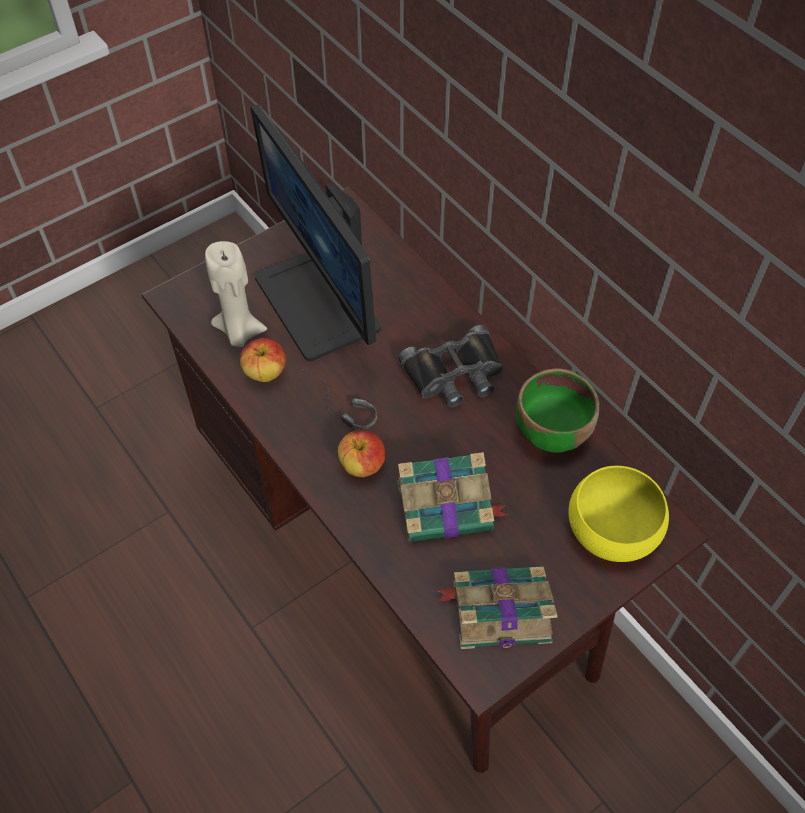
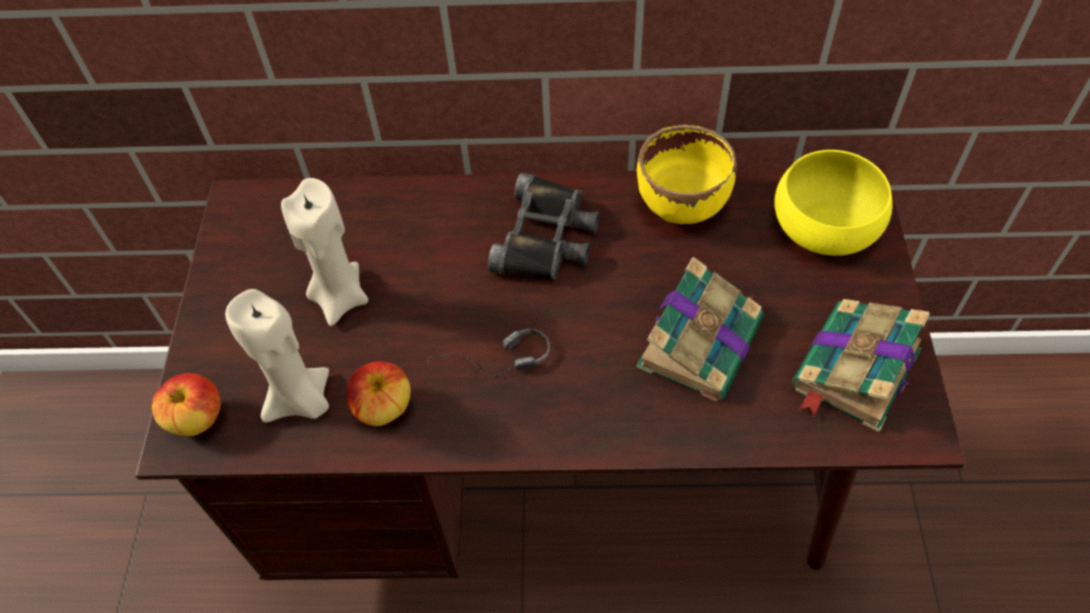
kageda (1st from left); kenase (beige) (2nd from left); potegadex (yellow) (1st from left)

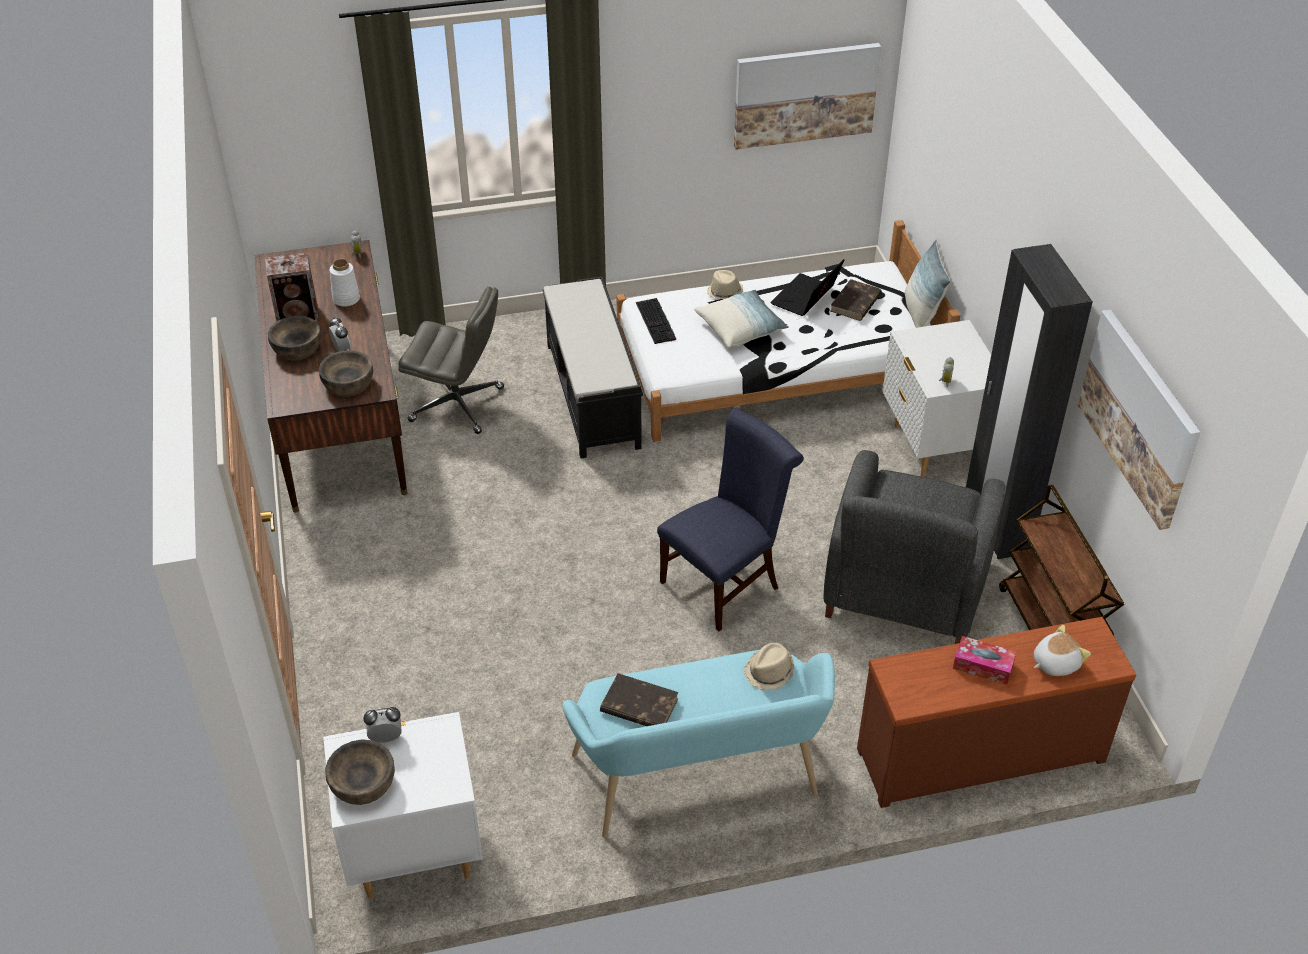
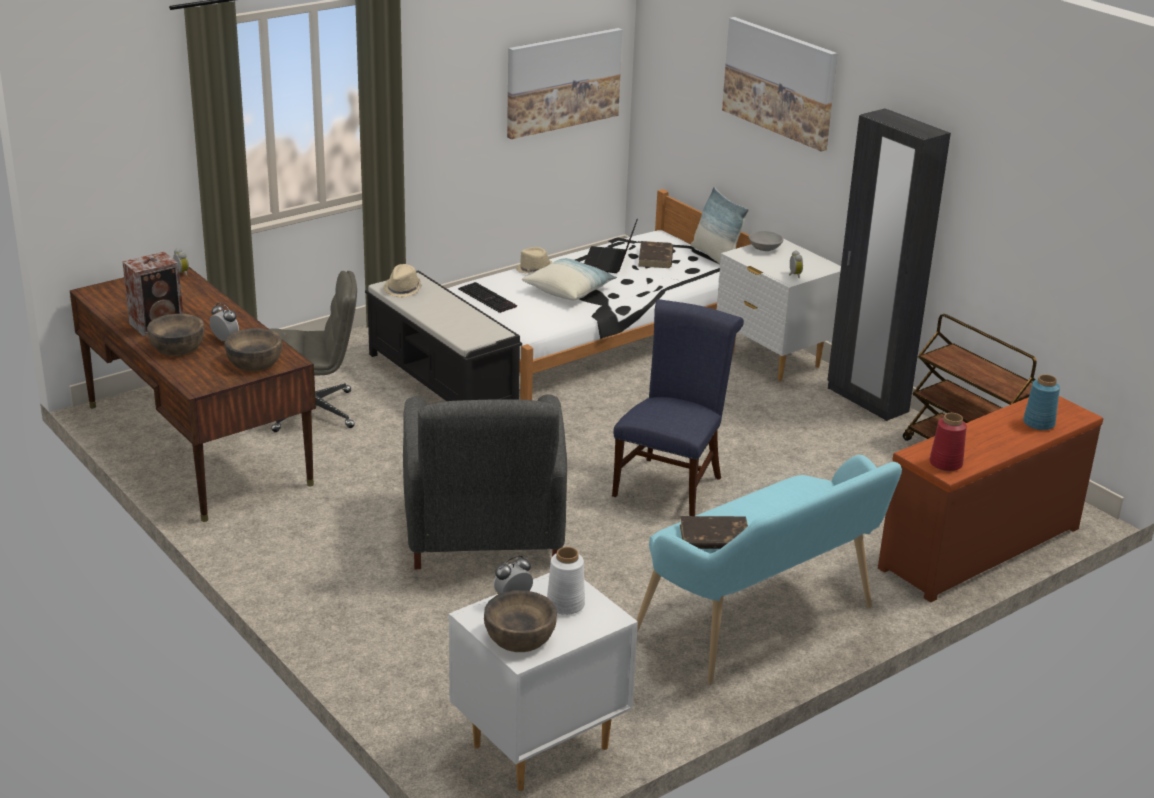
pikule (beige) (1st from left); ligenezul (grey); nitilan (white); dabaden (2nd from left); potegadex (grey); nitilan (red); nitilan (blue); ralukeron

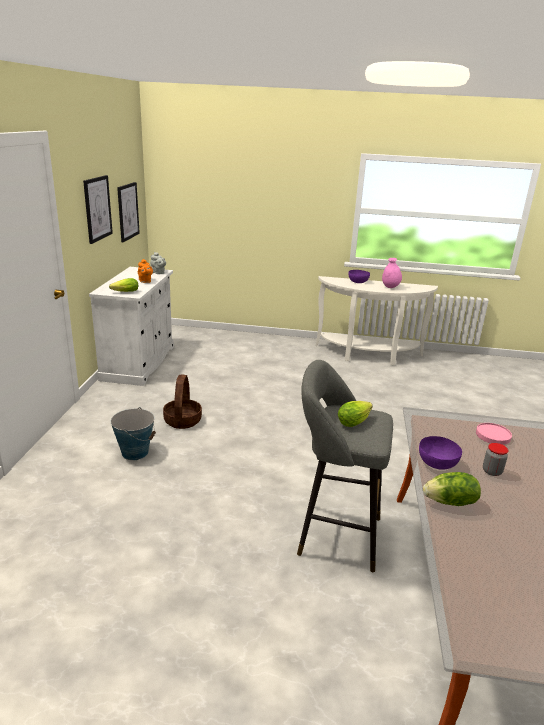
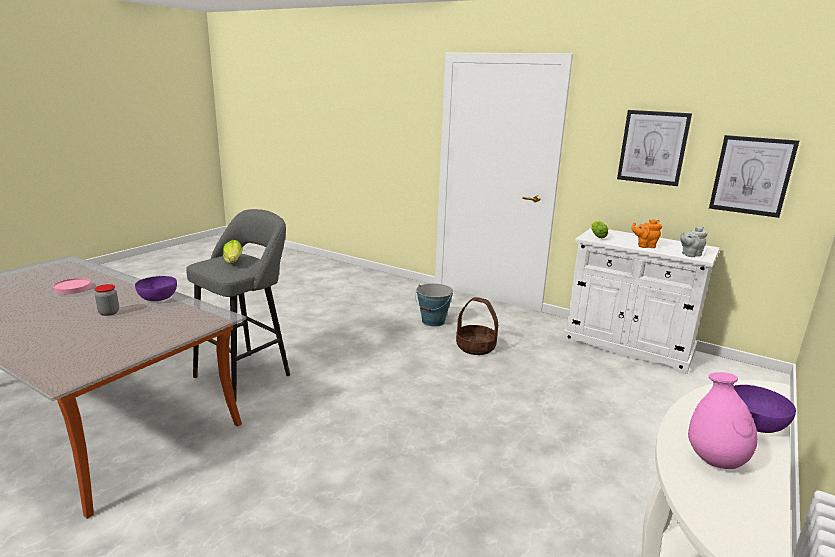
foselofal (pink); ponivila (3rd from left in the first image)

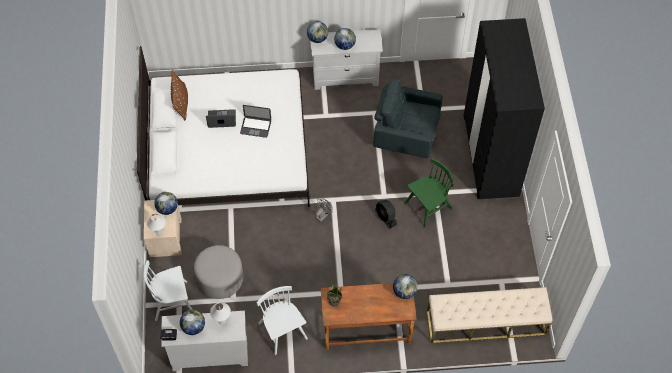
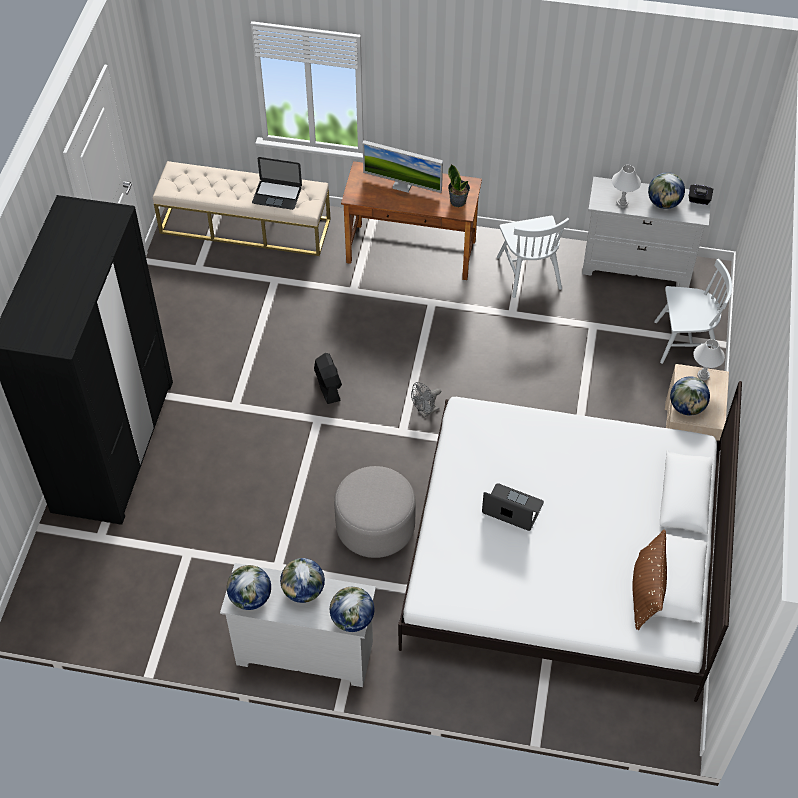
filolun (1st from left); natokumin (1st from left); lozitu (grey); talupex; ligenezul (grey); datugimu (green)

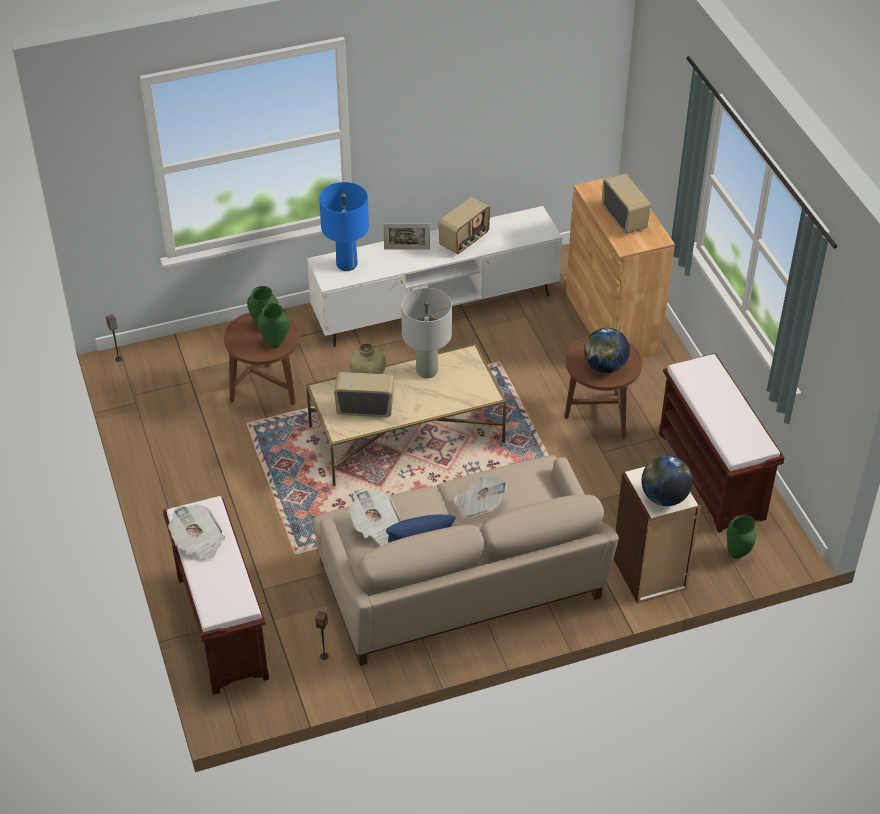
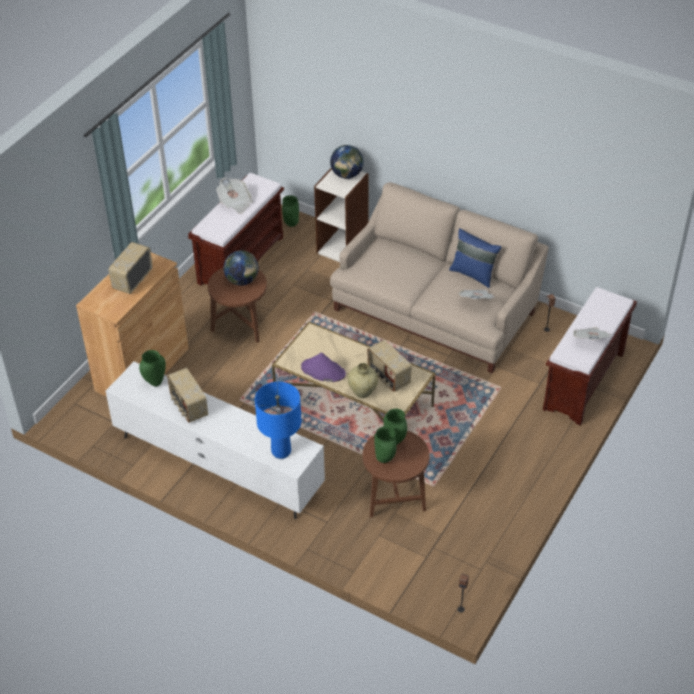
nitilan (green) (1st from left); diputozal (2nd from left); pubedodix (1st from left); pikule (purple); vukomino

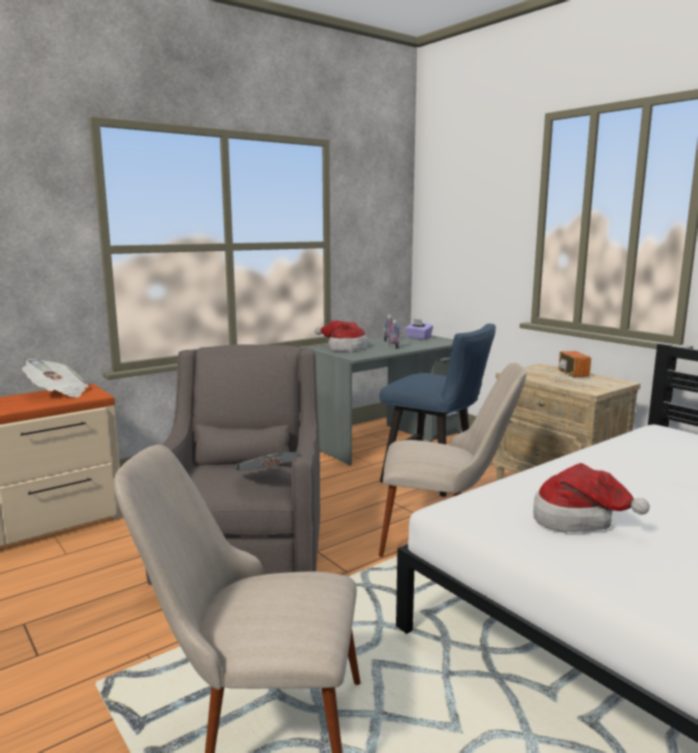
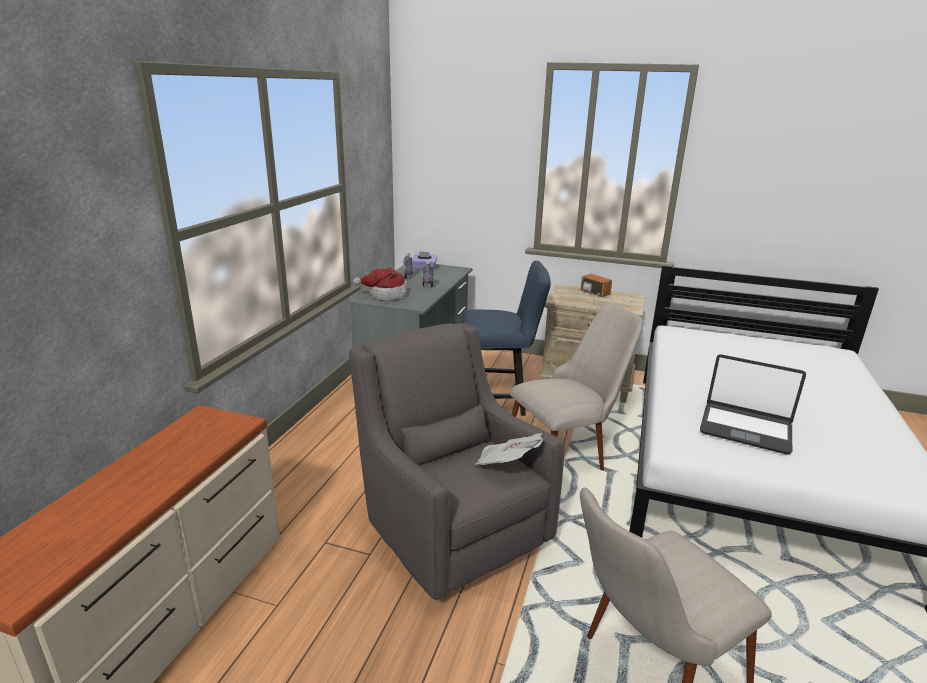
natokumin; pubedodix (1st from left in the first image)

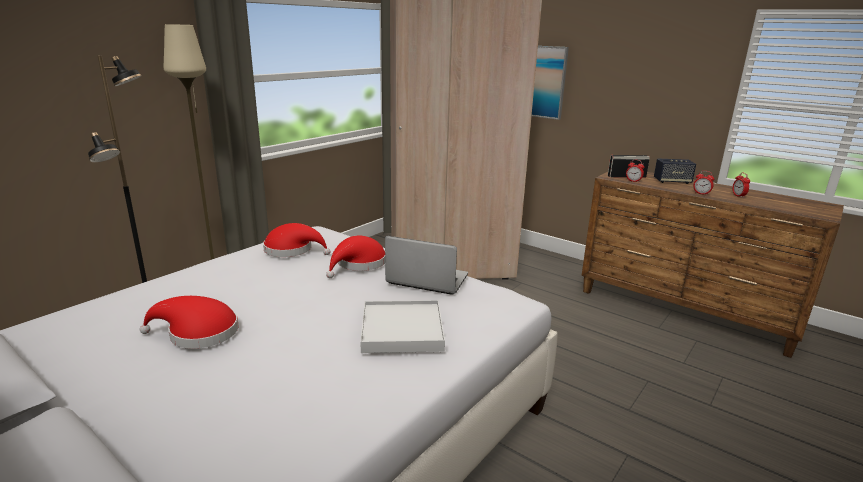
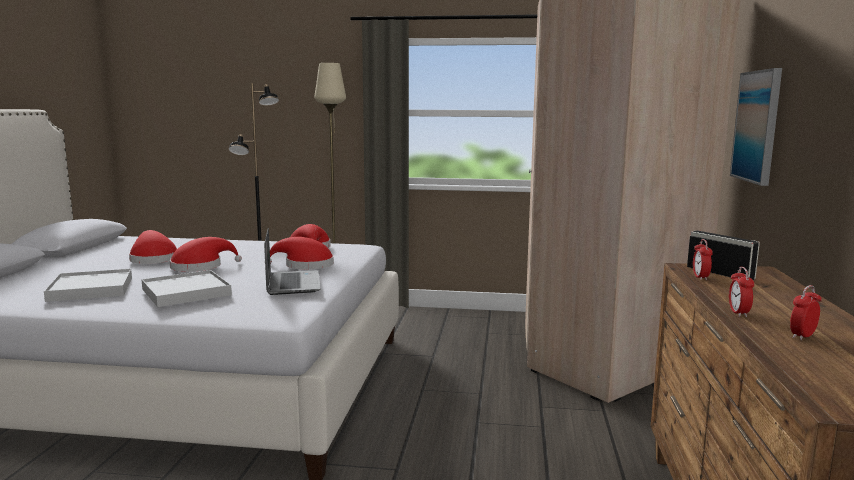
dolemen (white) (1st from left); pikule (red) (2nd from left); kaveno

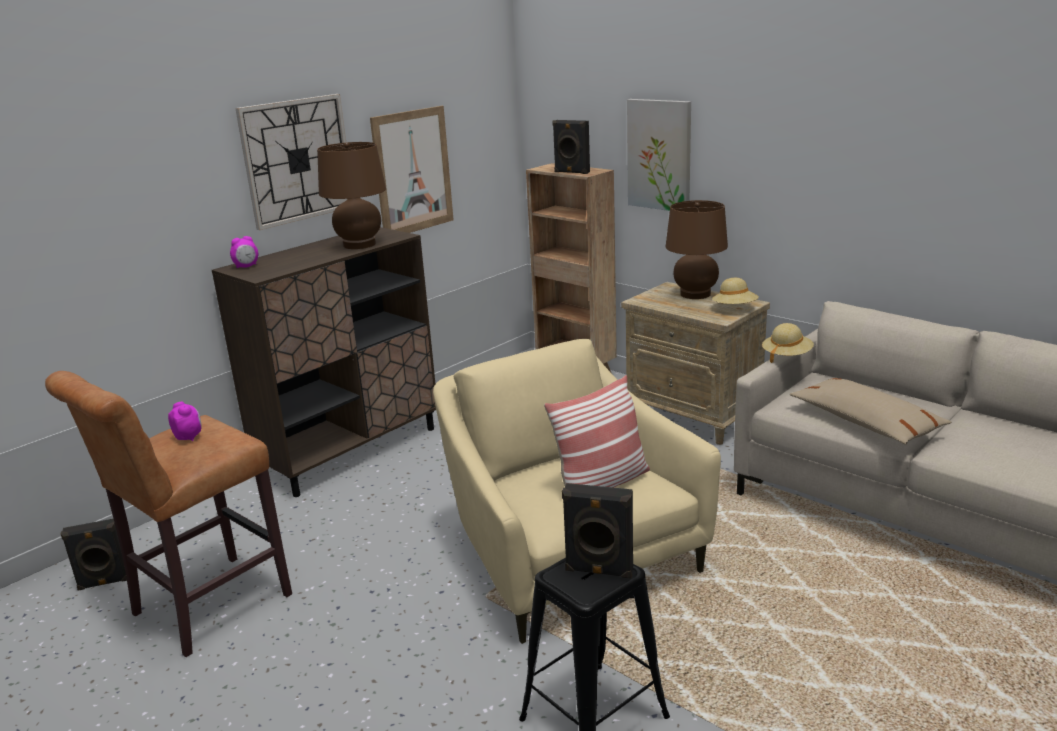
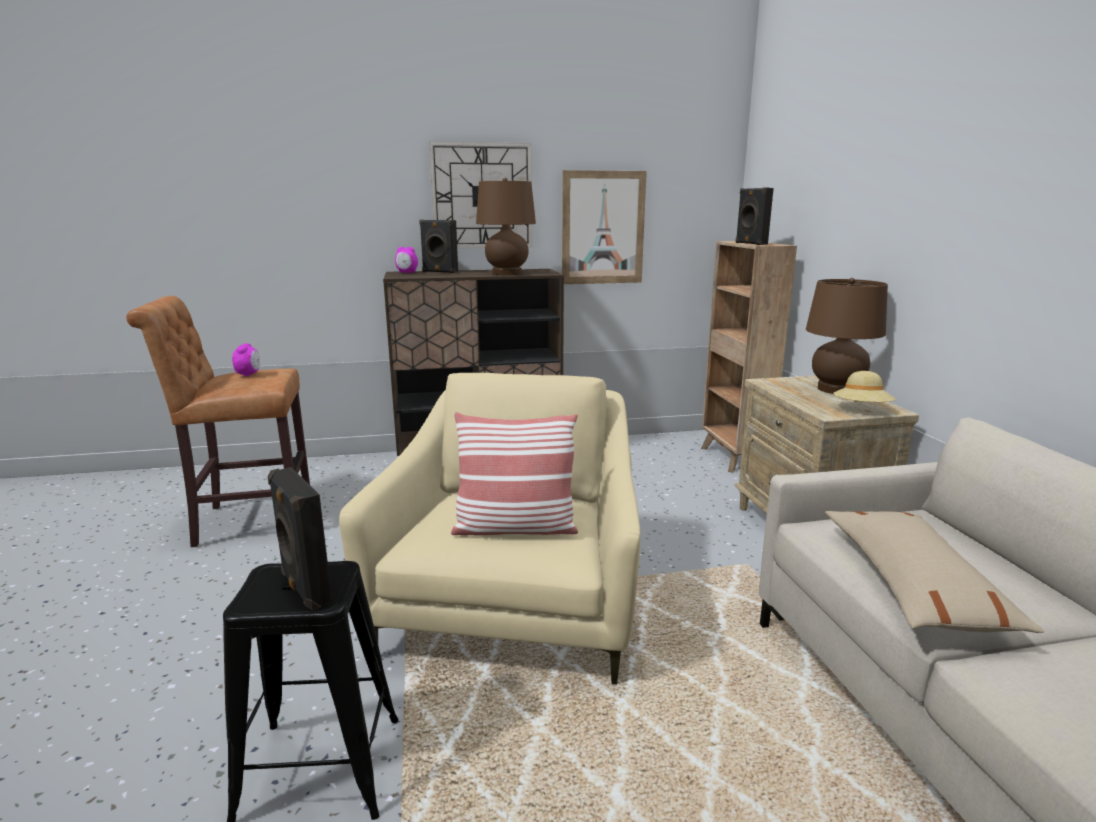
kaveno (black) (2nd from left); dabaden (2nd from left in the first image); pikule (beige) (2nd from left in the first image)

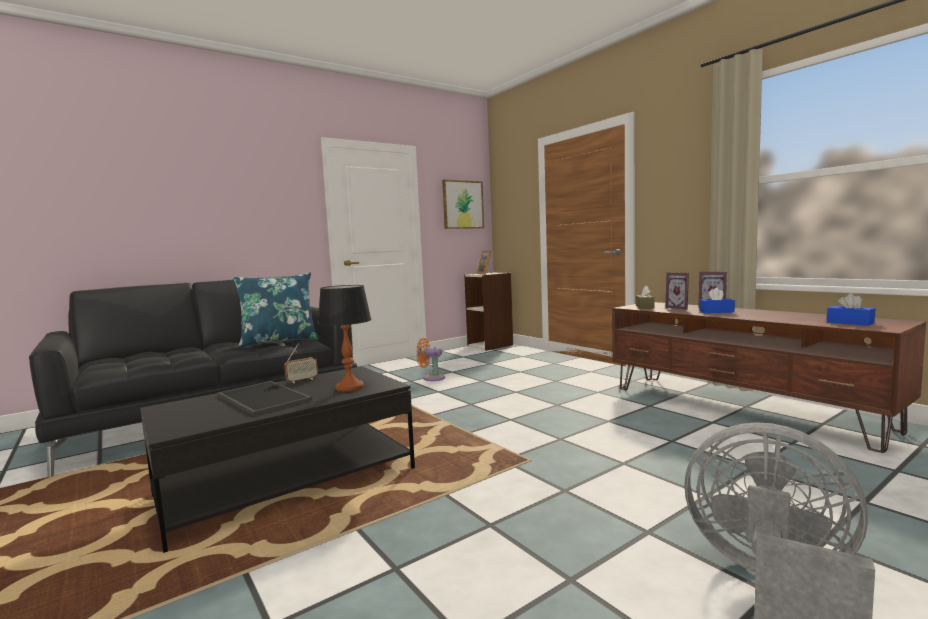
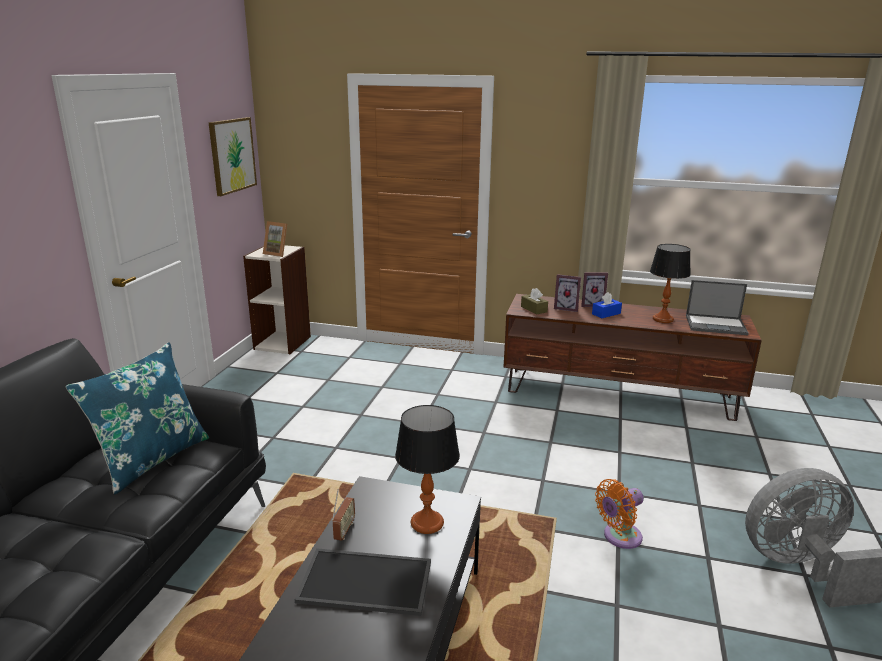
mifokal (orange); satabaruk (2nd from left); natokumin

